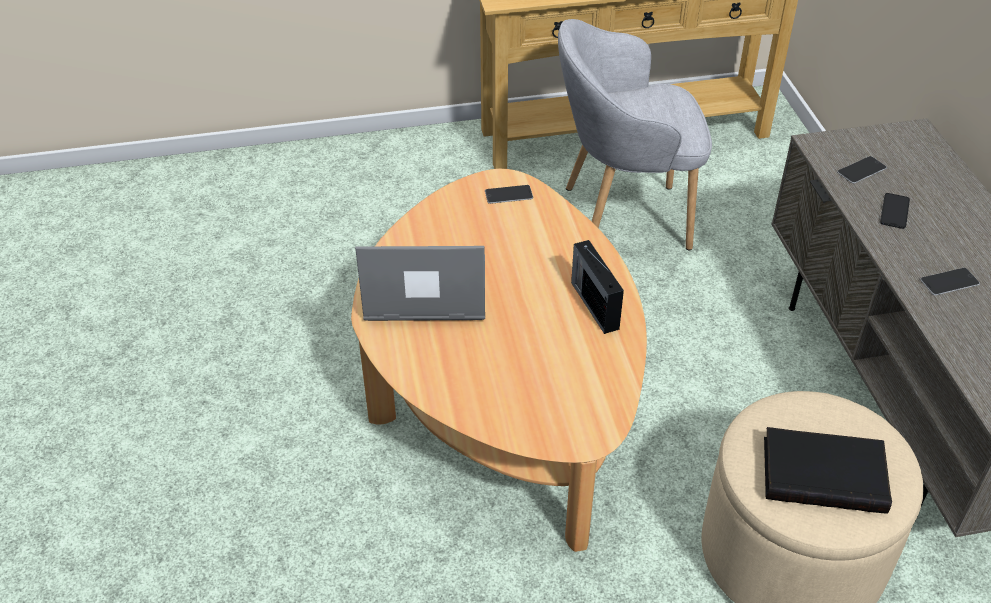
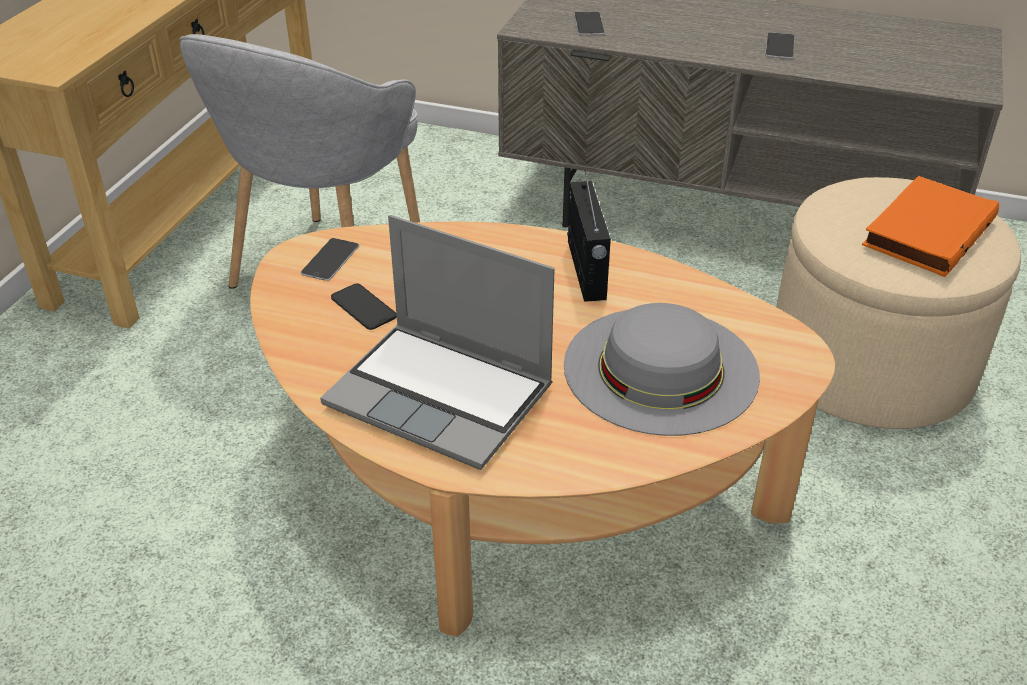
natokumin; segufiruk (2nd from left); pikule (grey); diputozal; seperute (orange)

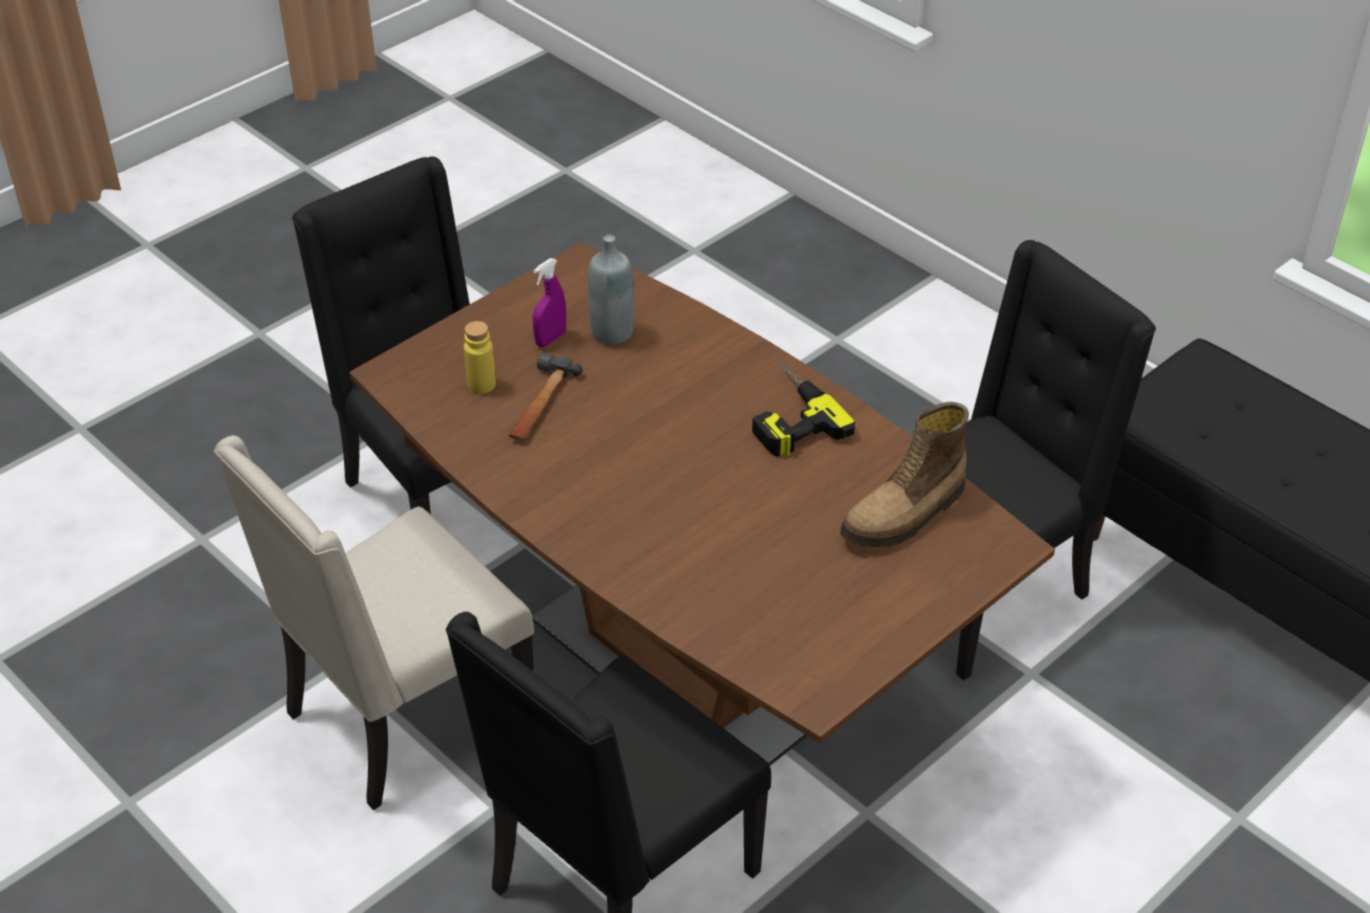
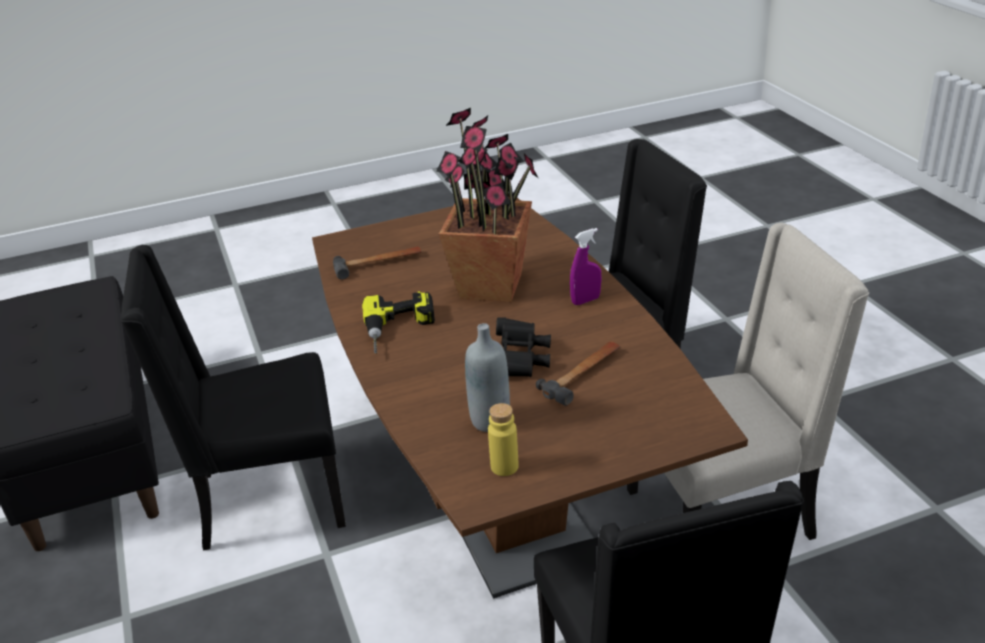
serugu (1st from left); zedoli; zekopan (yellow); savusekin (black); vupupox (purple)

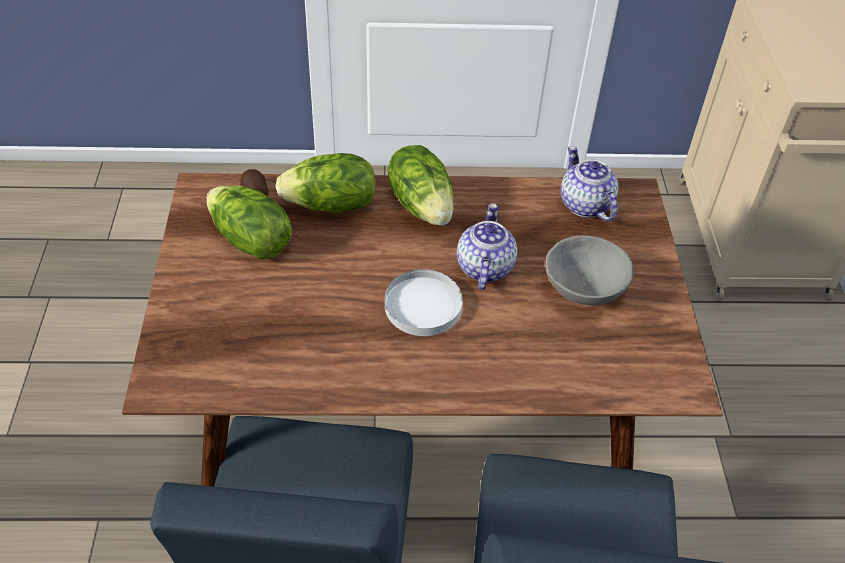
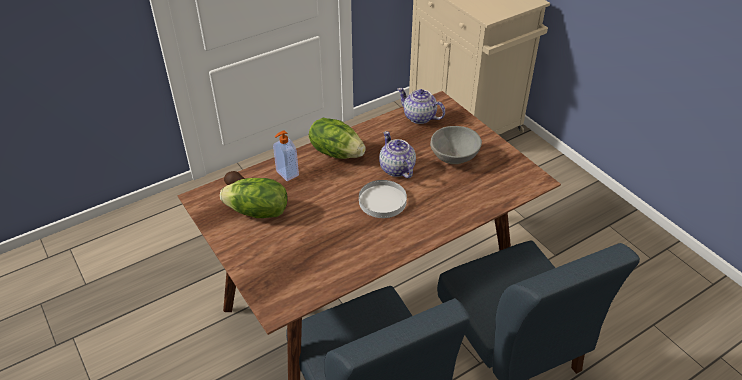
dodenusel

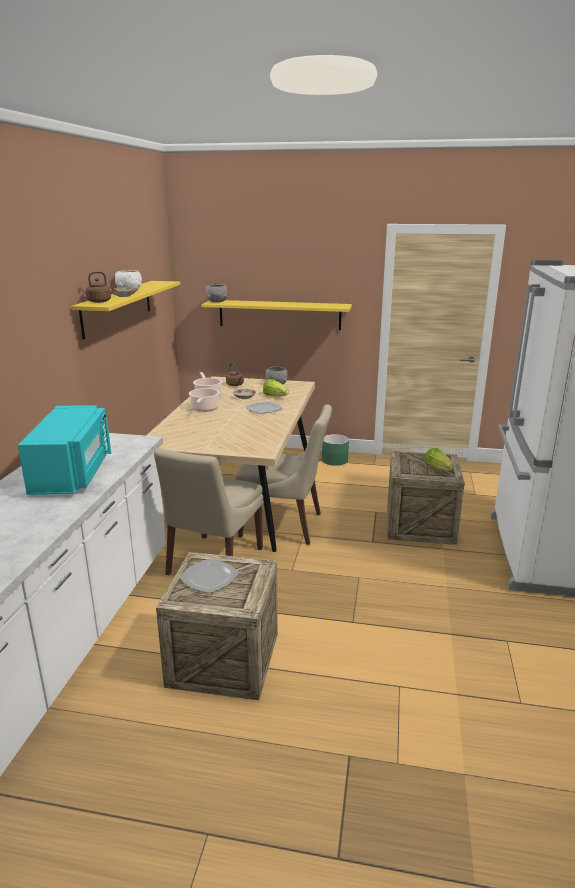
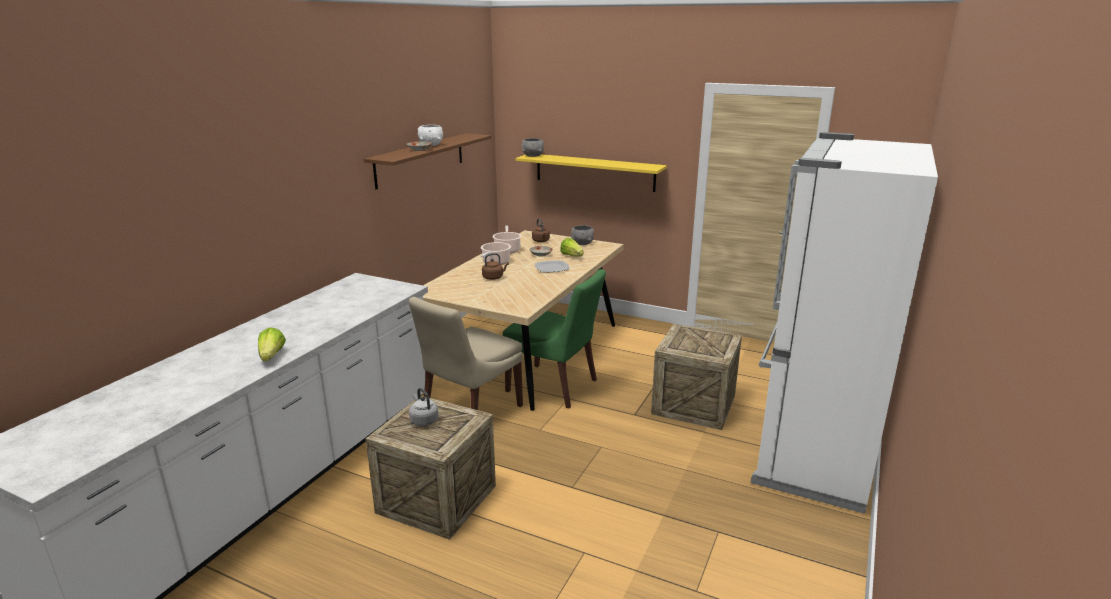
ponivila (1st from left); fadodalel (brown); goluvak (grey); goluvak (brown) (1st from left); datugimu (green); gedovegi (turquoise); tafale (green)

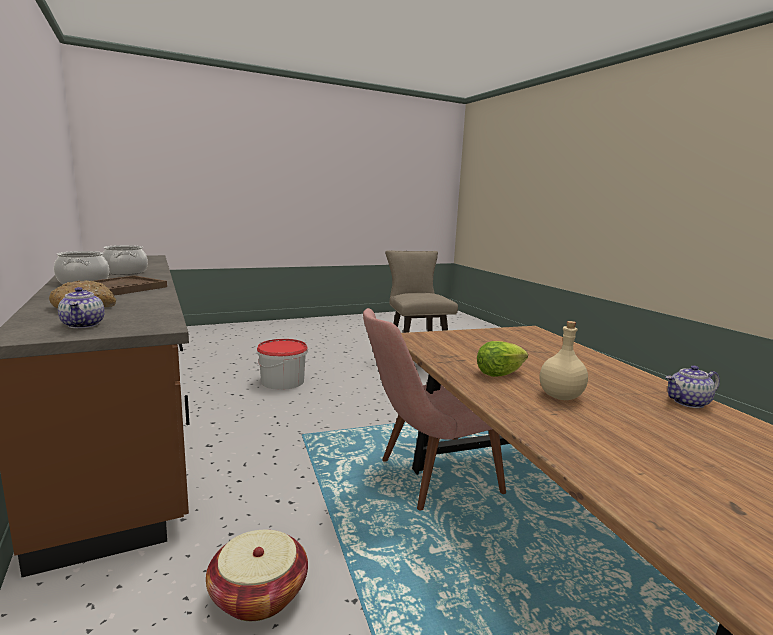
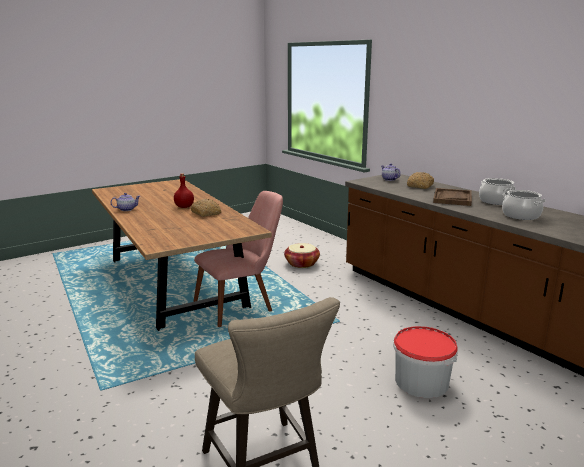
zekopan (red); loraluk (1st from left)

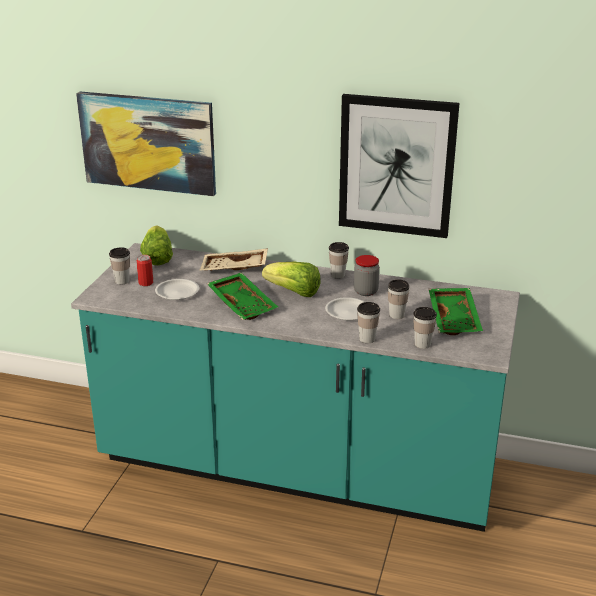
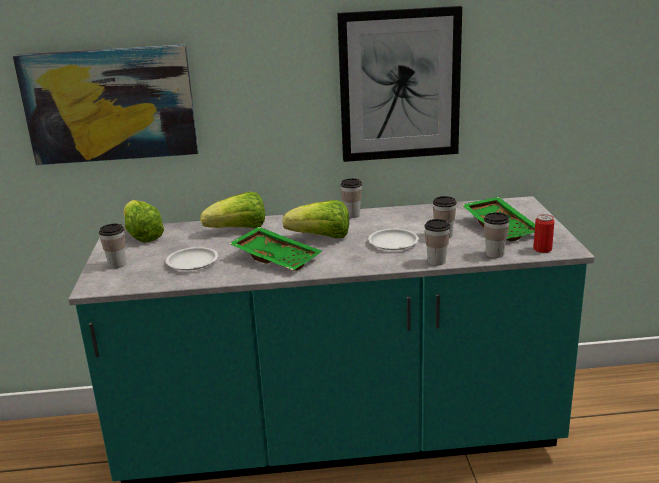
ponivila (2nd from left); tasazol; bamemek

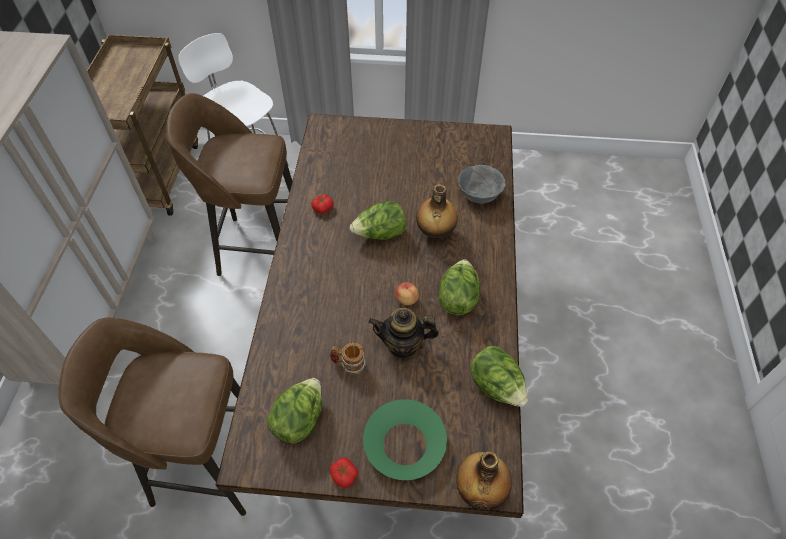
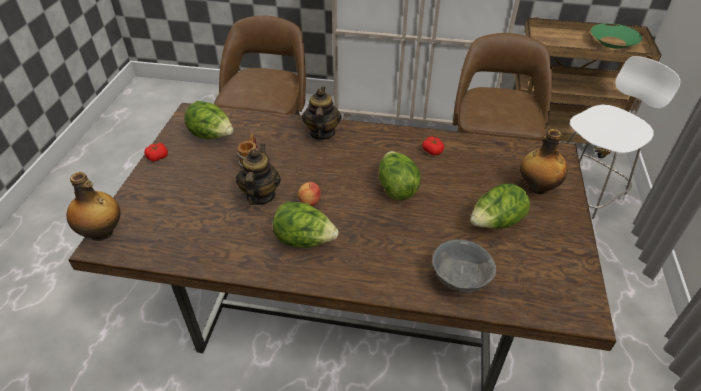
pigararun (2nd from left); ponivila (4th from left); zekopan (2nd from left); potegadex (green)

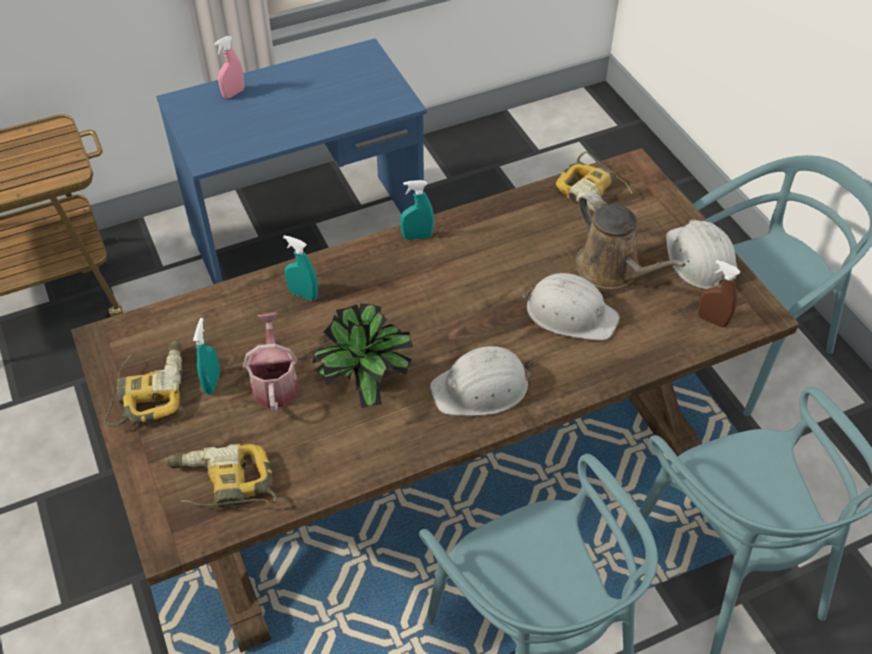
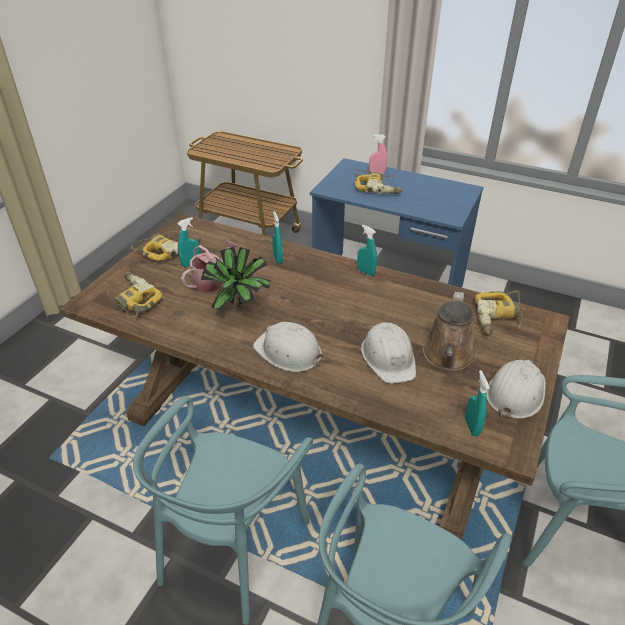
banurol (3rd from left); vupupox (turquoise) (4th from left)

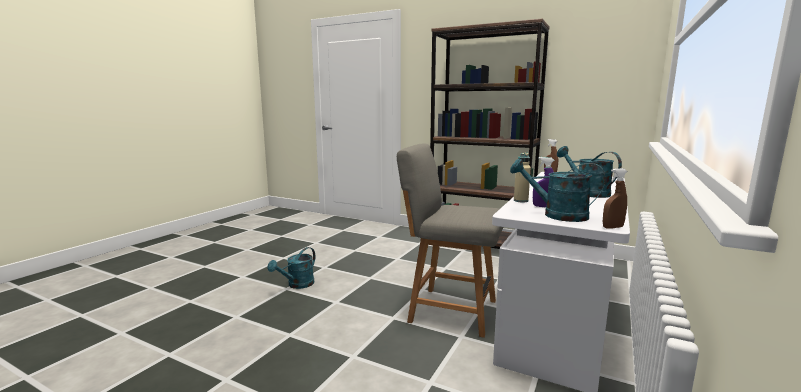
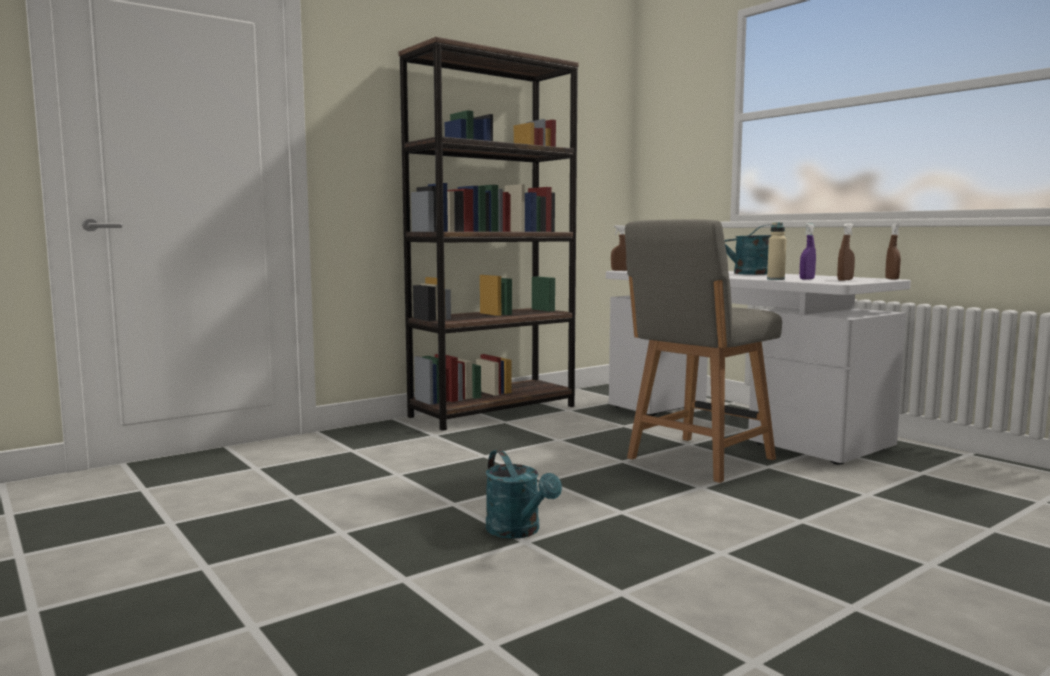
vupupox (brown) (2nd from left)

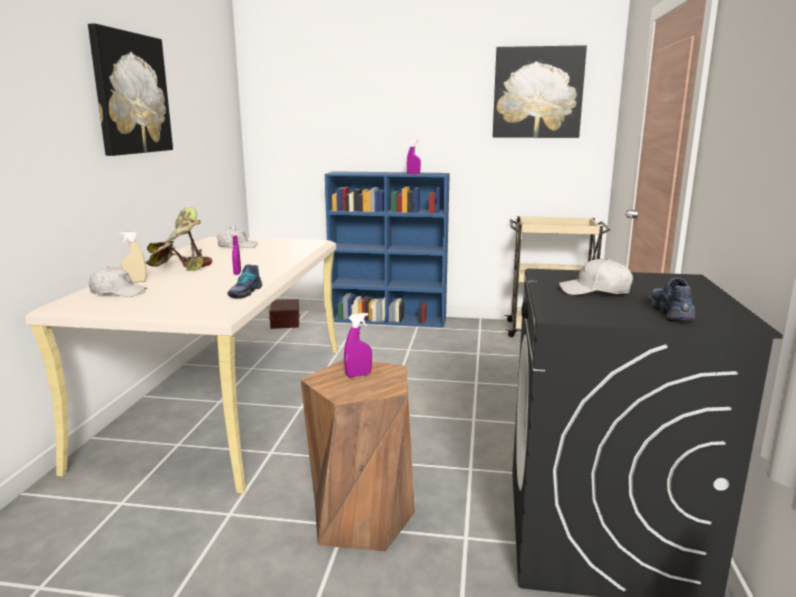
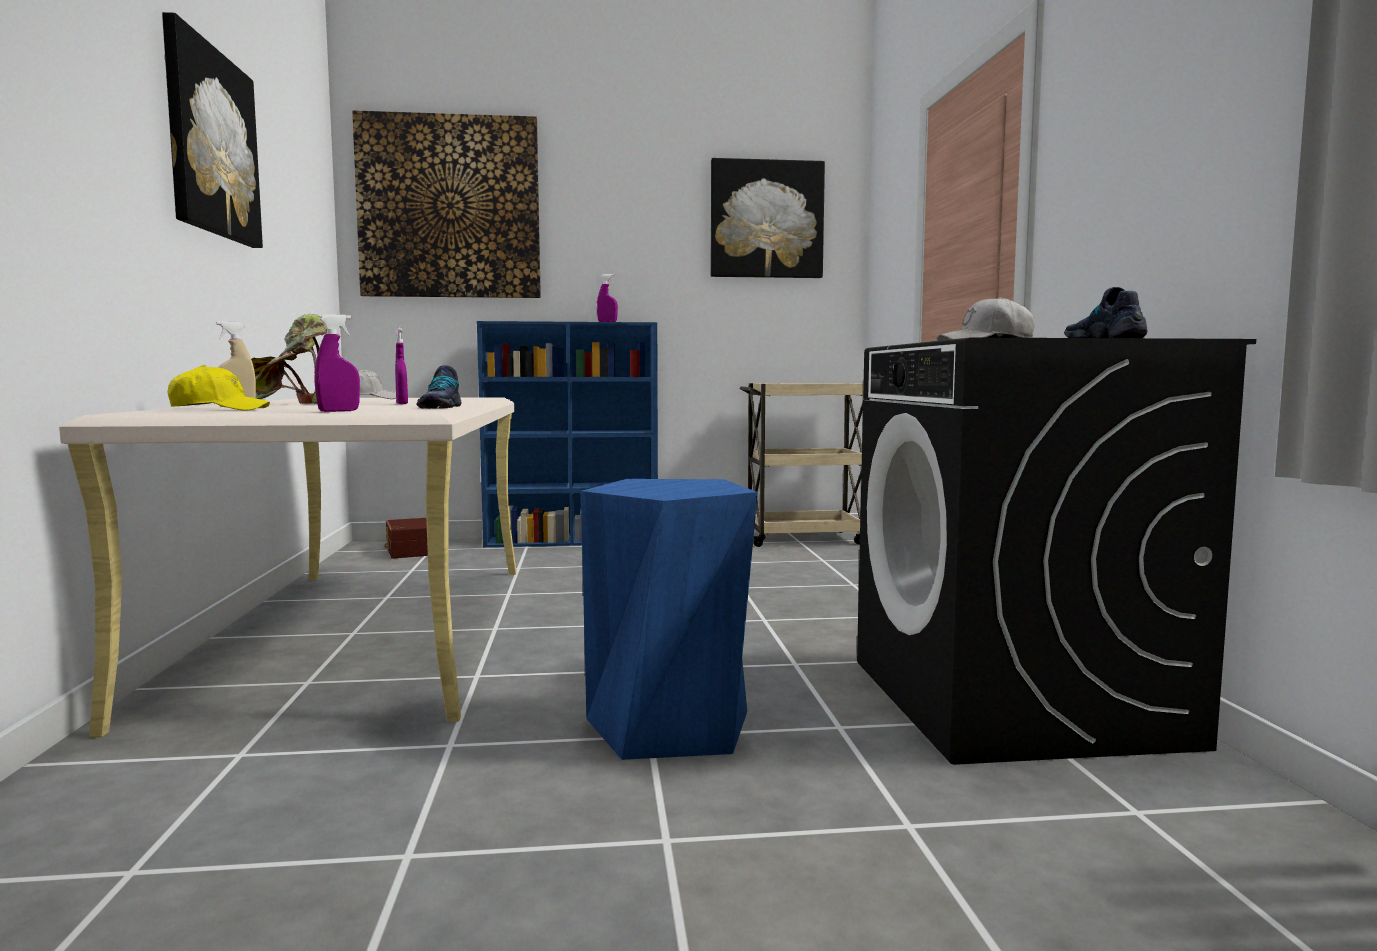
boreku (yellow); vupupox (purple) (1st from left); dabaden (2nd from left); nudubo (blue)

